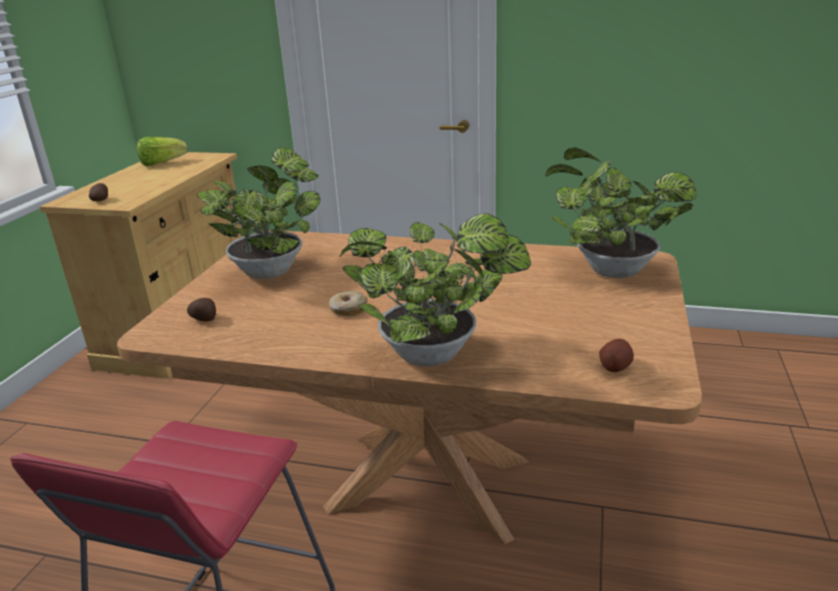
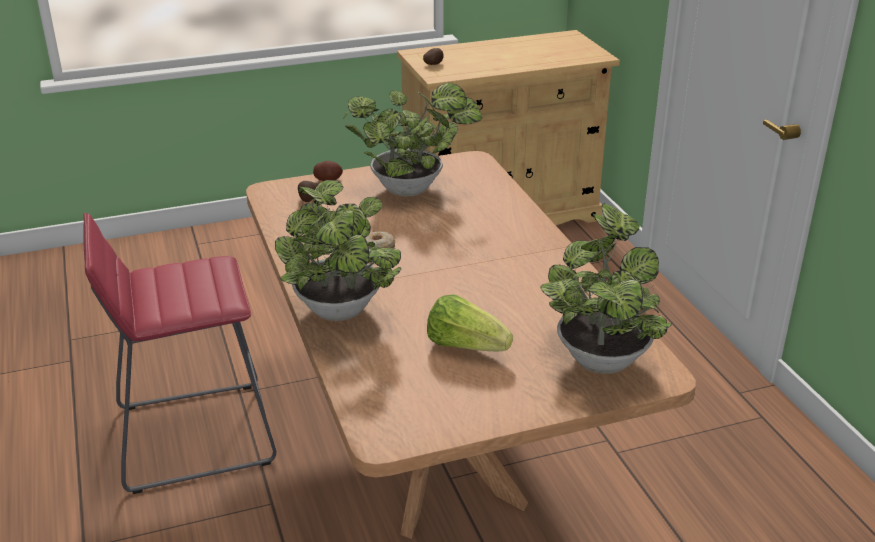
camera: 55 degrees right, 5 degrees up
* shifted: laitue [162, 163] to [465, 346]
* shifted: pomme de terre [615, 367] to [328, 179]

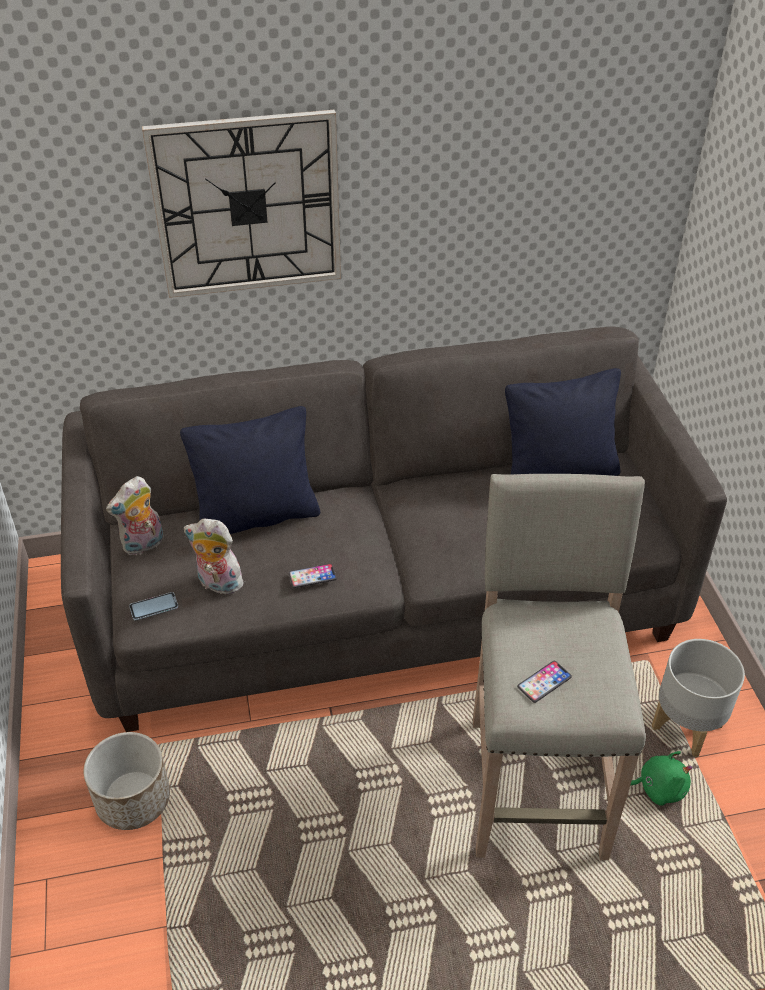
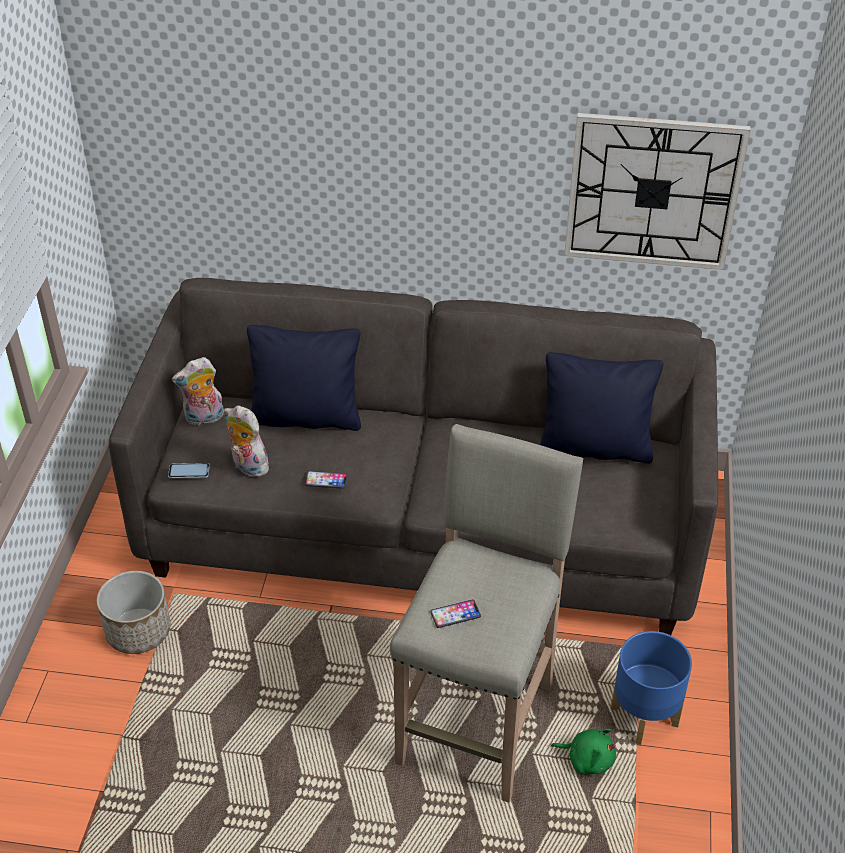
camera: 20 degrees right, 0 degrees up
* shifted: horloge murale [247, 205] to [653, 191]
* repainted: cache-pot [gris] [686, 726] to cache-pot [bleu] [645, 716]

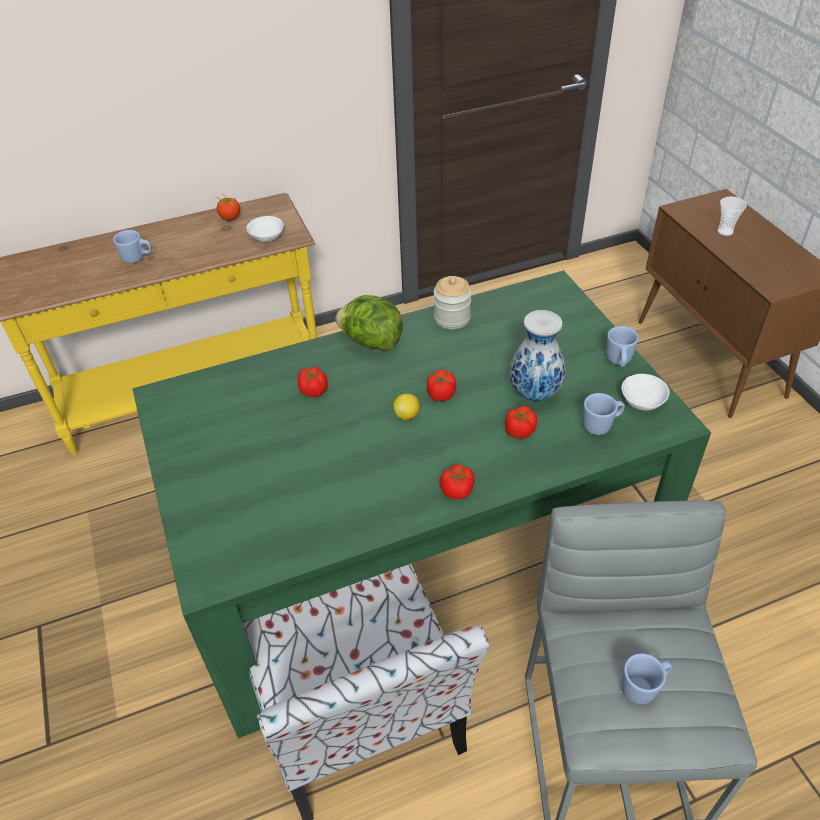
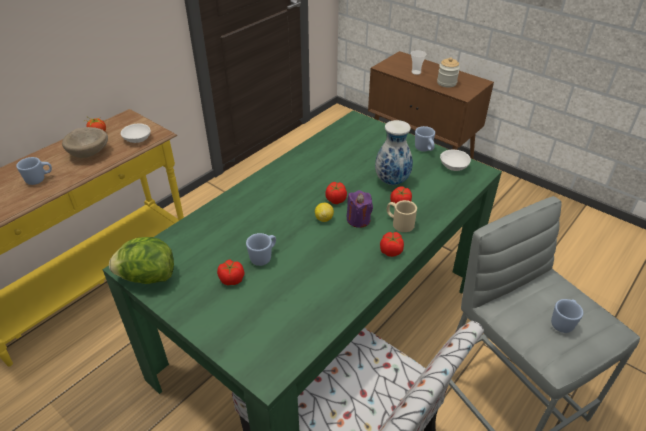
camera: 30 degrees left, 5 degrees down
* shifted: bocal [452, 318] to [446, 83]
* shifted: laitue [371, 342] to [147, 277]
* shifted: tomate [313, 390] to [231, 279]
* shifted: mug [bleu] [601, 425] to [264, 257]
* new: bol [beige] [90, 153]
* new: bougie [violet] [358, 220]
* new: mug [beige] [399, 222]

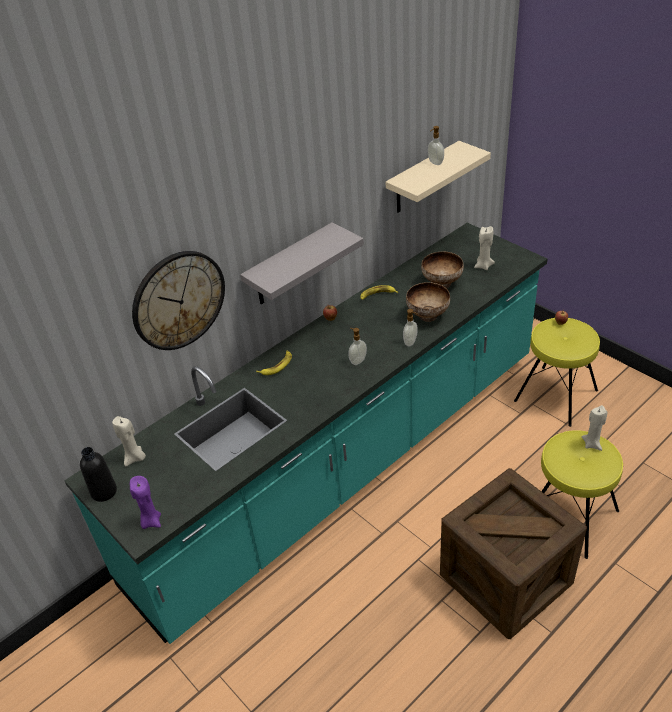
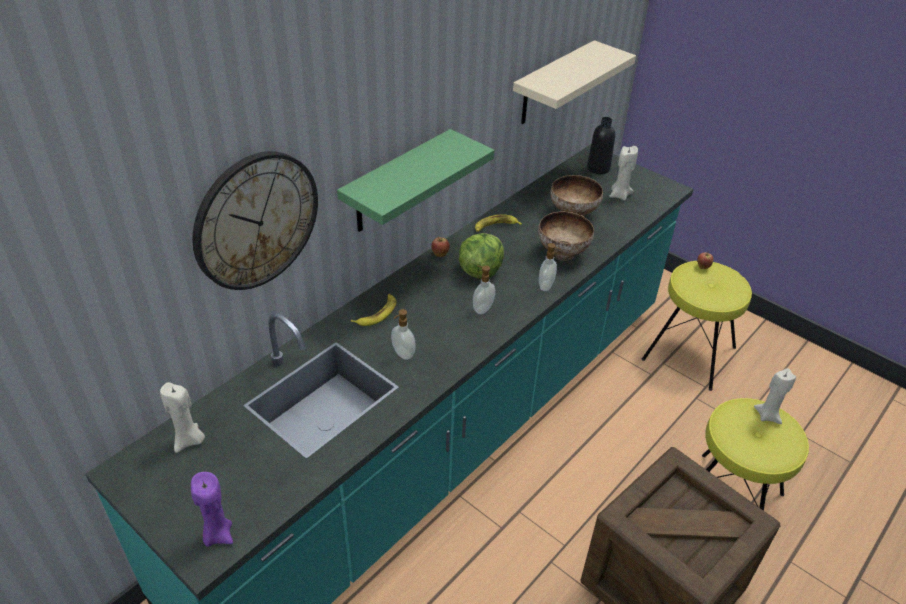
camera: 10 degrees left, 0 degrees up
* shifted: distributeur de savon [435, 163] to [402, 354]
* repainted: étagère [gris] [290, 266] to étagère [vert] [397, 183]
* shifted: bouteille [noir] [104, 491] to [598, 168]
* new: laitue [480, 270]

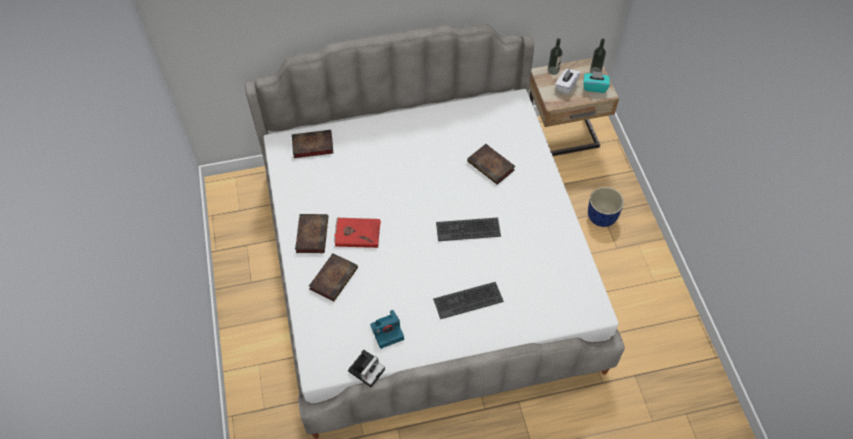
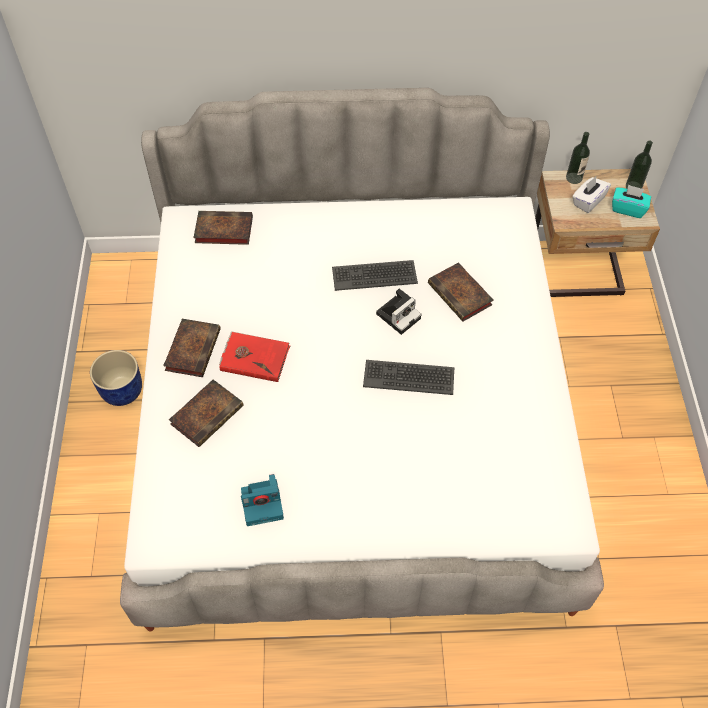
camera: 10 degrees right, 0 degrees up
* shifted: cache-pot [bleu] [601, 217] to [121, 391]
* shifted: clavier [468, 300] to [374, 275]
* shifted: appareil photo [367, 369] to [399, 315]

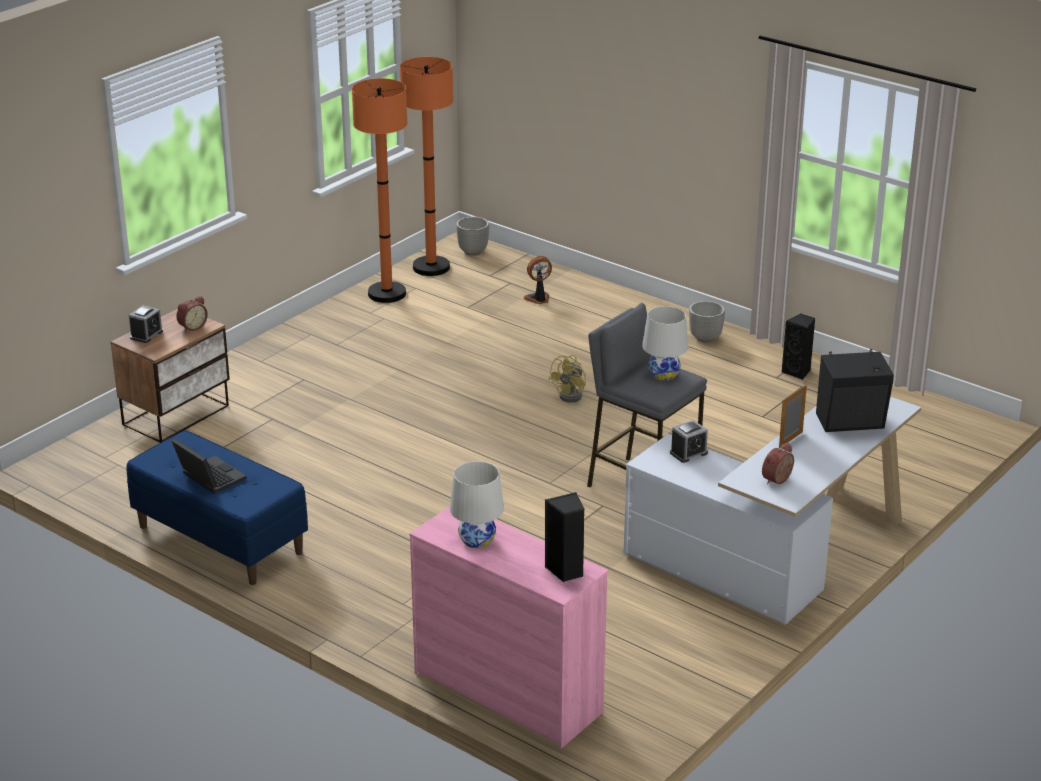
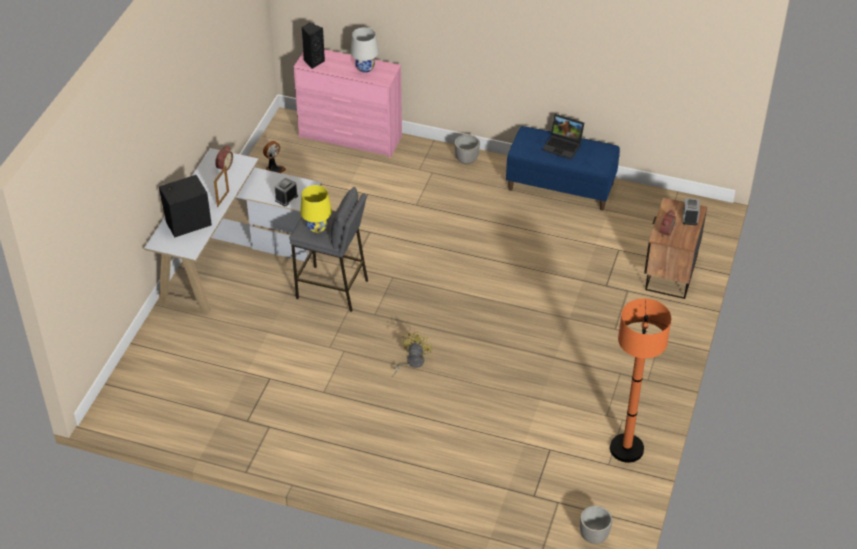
camera: 160 degrees right, 15 degrees up
* gone: lampadaire [orange] [431, 267]
* shifted: ventilateur [538, 299] to [274, 170]
* shifted: cache-pot [705, 338] to [467, 160]
* repainted: lampe de table [blanc] [664, 374] to lampe de table [jaune] [317, 228]
* gone: enceinte [noir] [797, 372]

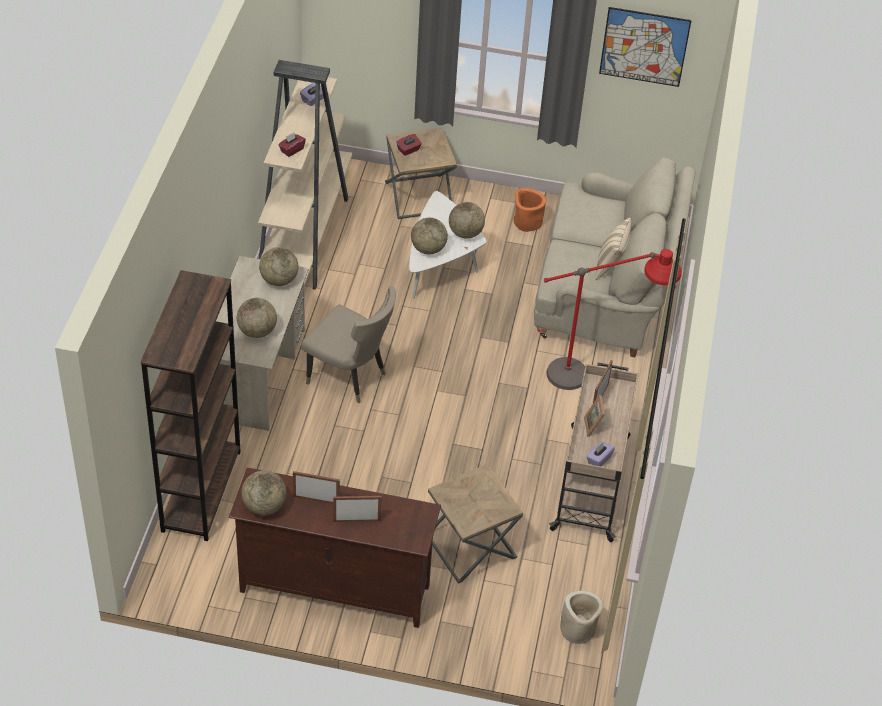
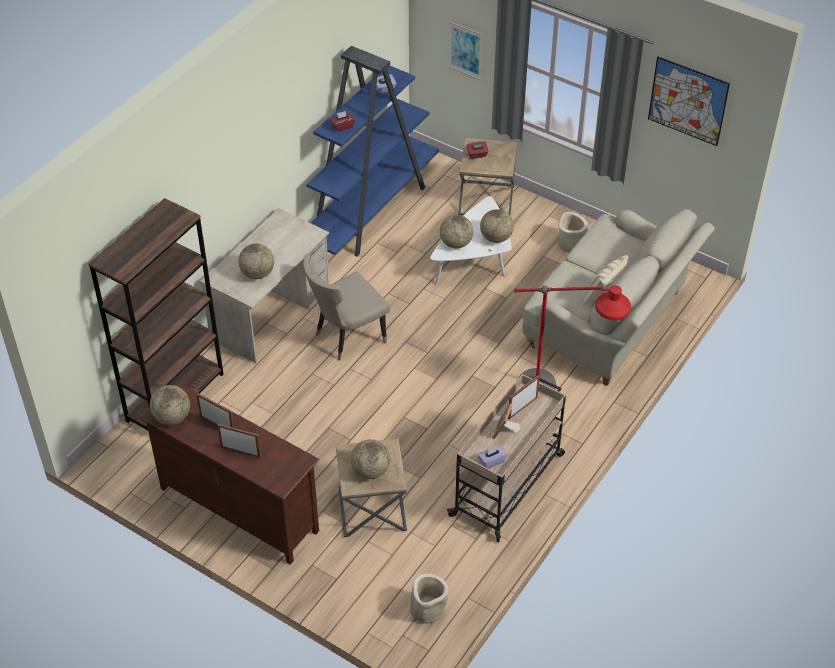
camera: 25 degrees right, 0 degrees up
* repainted: bibliothèque [beige] [303, 236] to bibliothèque [bleu] [371, 210]
* repainted: cache-pot [orange] [526, 222] to cache-pot [beige] [570, 244]
* shifted: globe [279, 280] to [370, 471]
* rotated: chaise [beige] [350, 377] = [346, 337] 90 degrees clockwise
* new: tableau [465, 50]

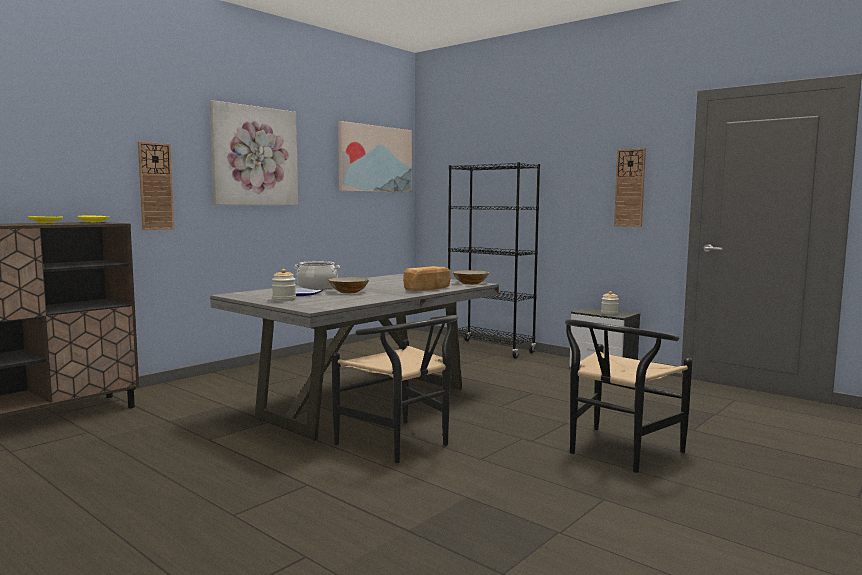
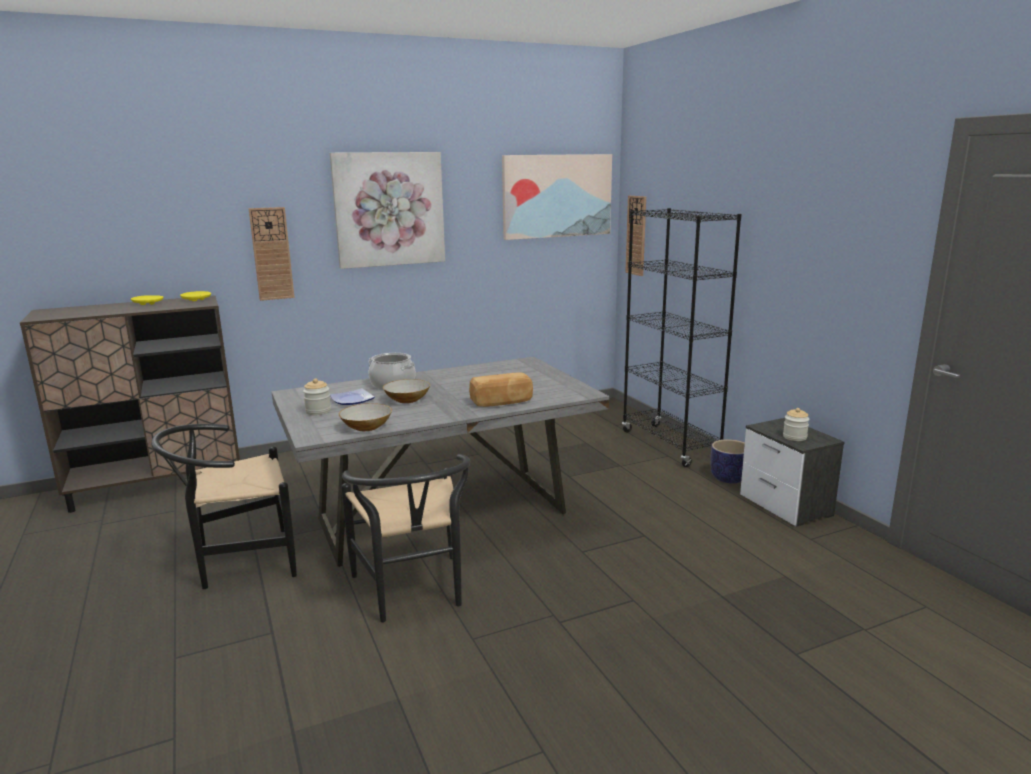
camera: 25 degrees right, 10 degrees up
* shifted: horloge murale [629, 188] to [636, 235]
* shifted: bol [470, 283] to [366, 427]
* shifted: chaise [noir] [617, 452] to [238, 562]
* new: cache-pot [729, 478]

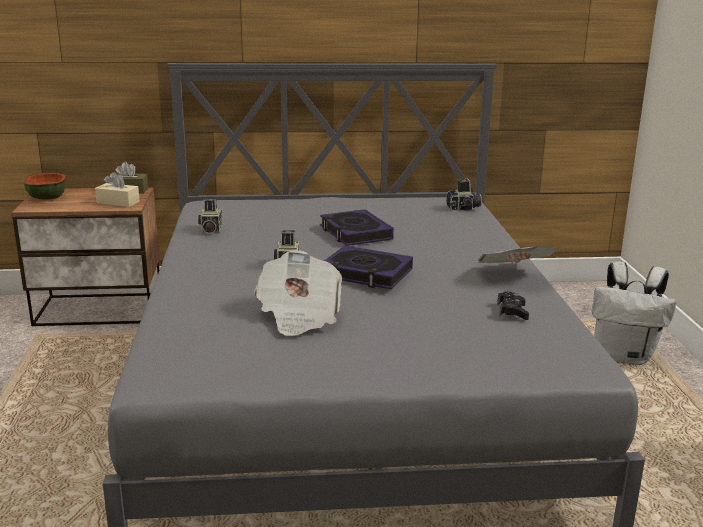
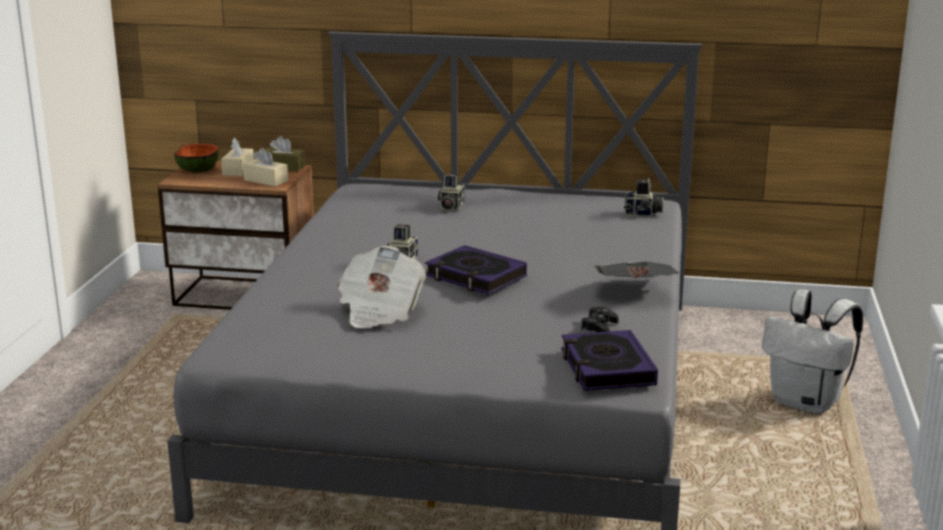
camera: 15 degrees right, 0 degrees up
* shifted: appareil photo [210, 230] to [450, 207]
* shifted: livre [355, 233] to [607, 368]
* new: boîte à mouchoirs [beige] [238, 170]

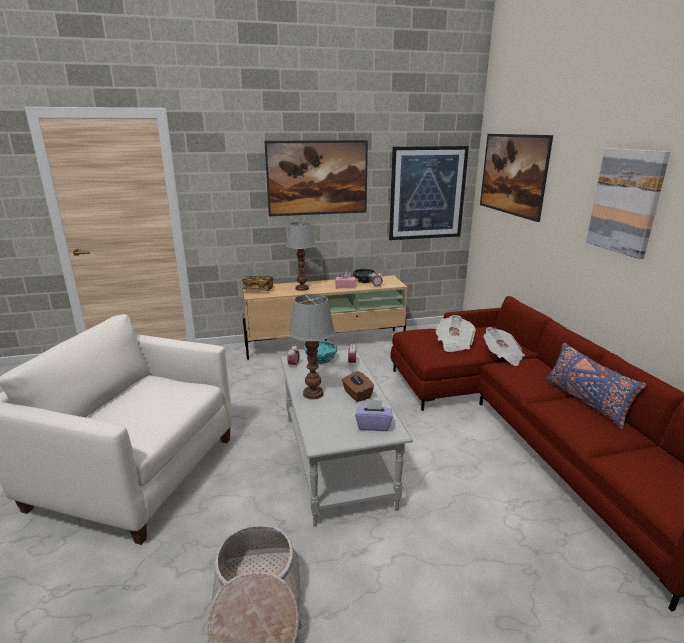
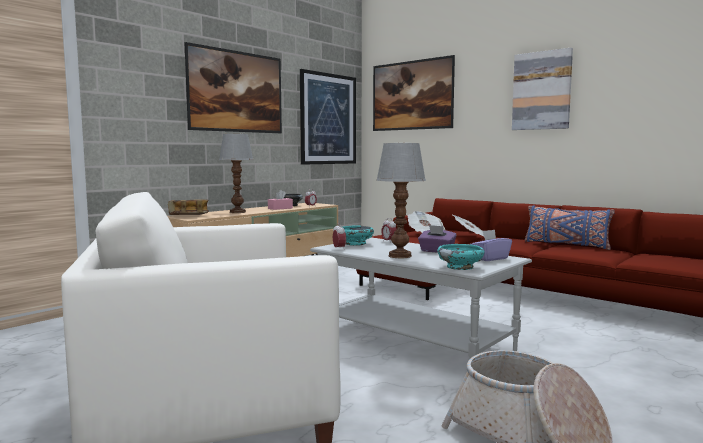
camera: 35 degrees left, 15 degrees down
* repainted: boîte à mouchoirs [marron] [357, 394] to boîte à mouchoirs [violet] [436, 251]
* new: bol [turquoise] [460, 267]

